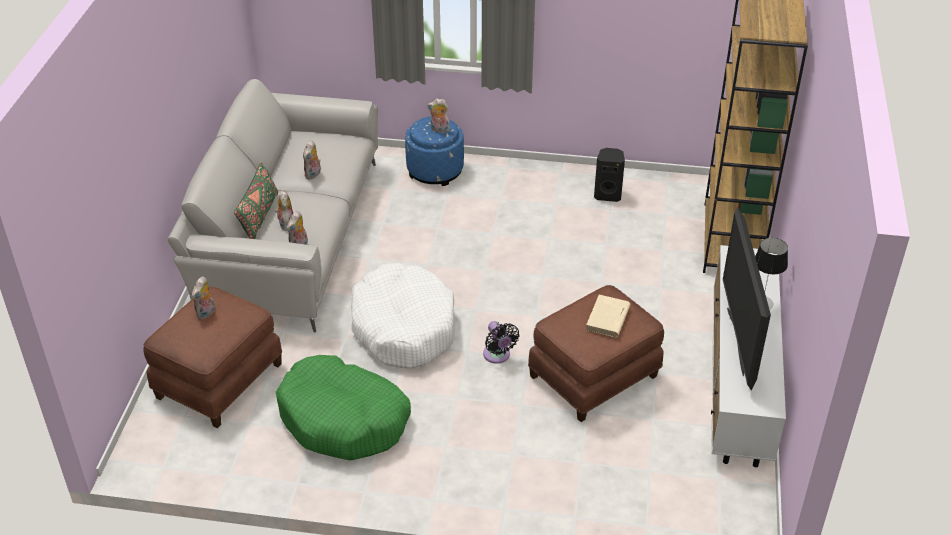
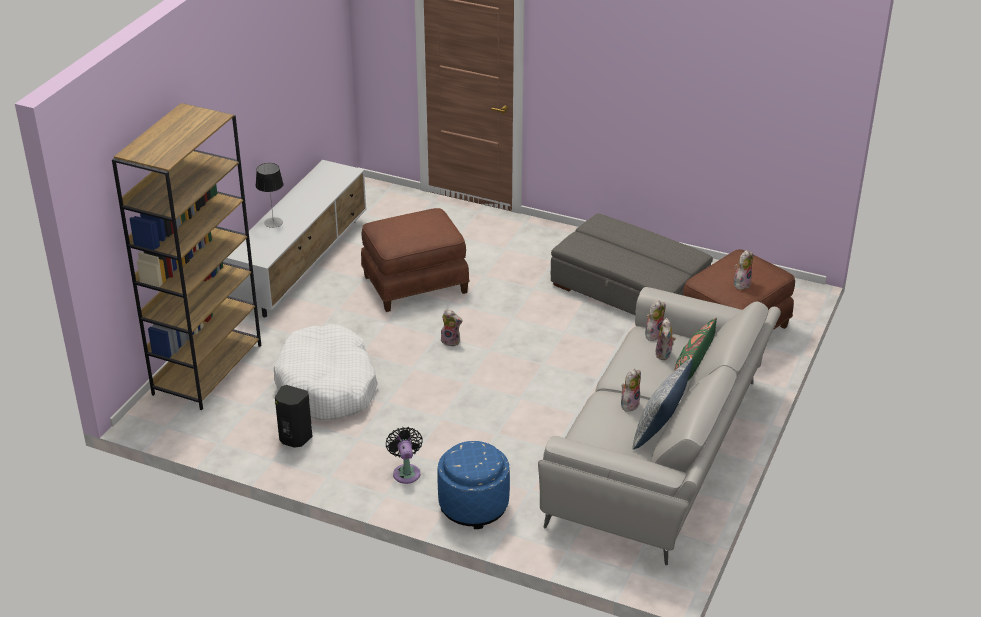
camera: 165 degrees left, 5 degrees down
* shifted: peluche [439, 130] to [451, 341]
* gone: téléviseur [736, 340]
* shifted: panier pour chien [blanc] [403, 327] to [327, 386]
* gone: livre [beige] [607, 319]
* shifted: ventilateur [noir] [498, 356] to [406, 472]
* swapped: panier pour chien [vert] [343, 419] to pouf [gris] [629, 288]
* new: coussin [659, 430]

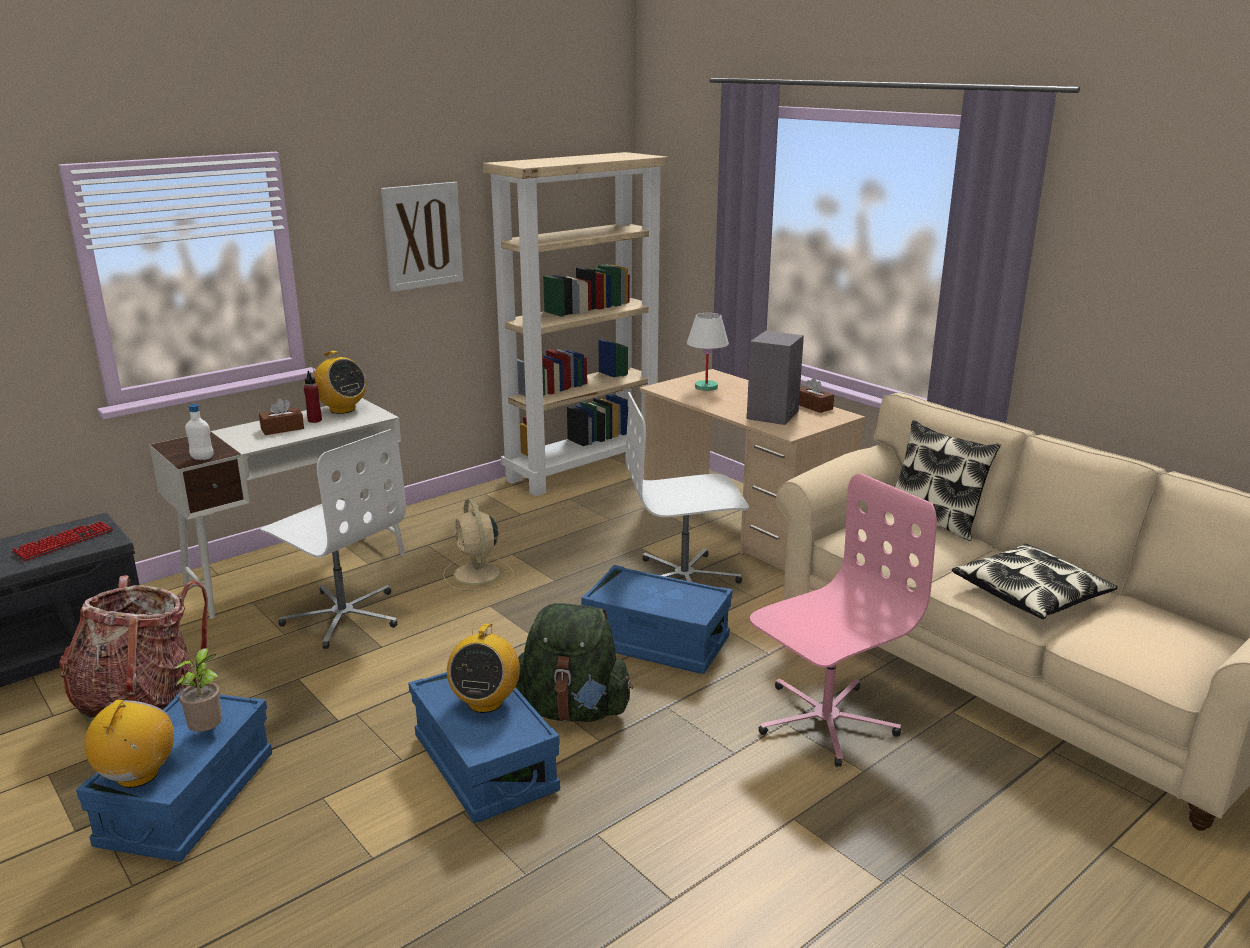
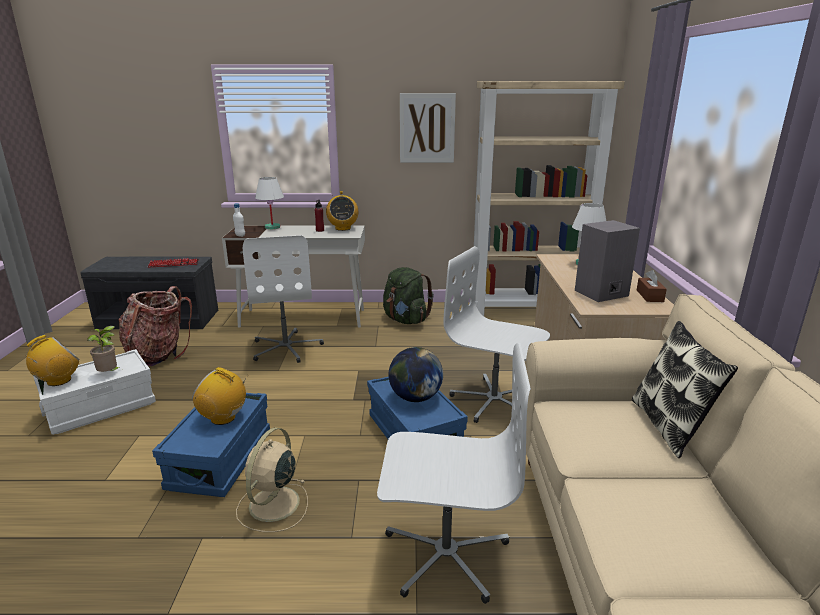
camera: 40 degrees right, 0 degrees up
* gone: boîte à mouchoirs [marron] [282, 429]
* repainted: chaise de bureau [rose] [824, 721] to chaise de bureau [blanc] [445, 553]
* shifted: ventilateur [beige] [477, 574] to [273, 505]
* gone: coussin [1030, 594]
* shifted: sac à dos [vert] [573, 710] to [405, 320]
* rotated: radio [485, 702] = [223, 418] 60 degrees clockwise
* repainted: boîte de rangement [bleu] [188, 800] to boîte de rangement [blanc] [101, 407]
* new: lampe de table [blanc] [272, 227]
* new: globe [415, 398]

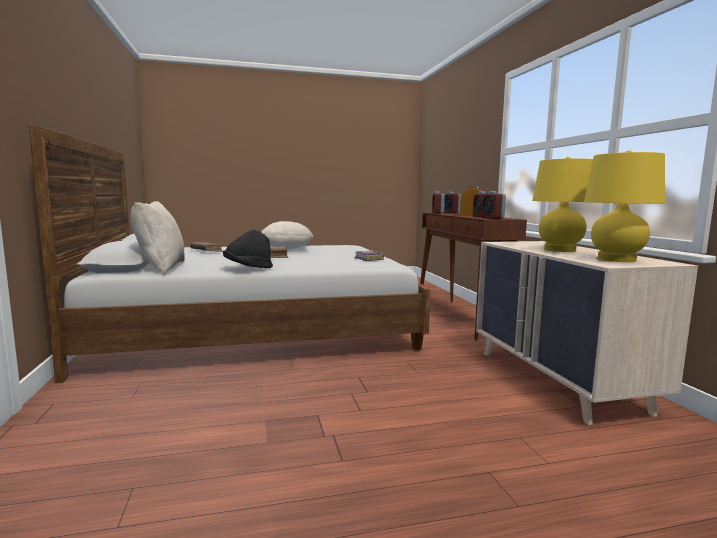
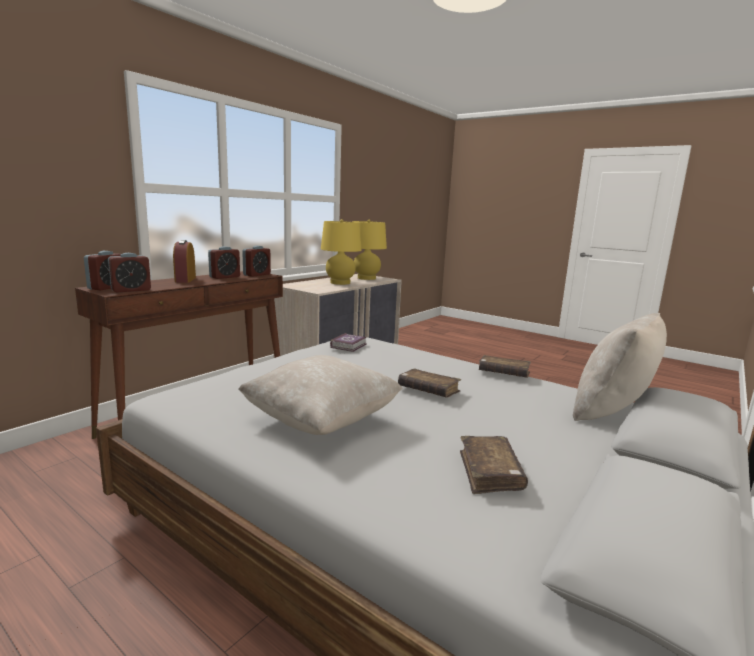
camera: 130 degrees left, 5 degrees up
* swapped: chapeau [noir] [248, 268] to livre [marron] [503, 373]

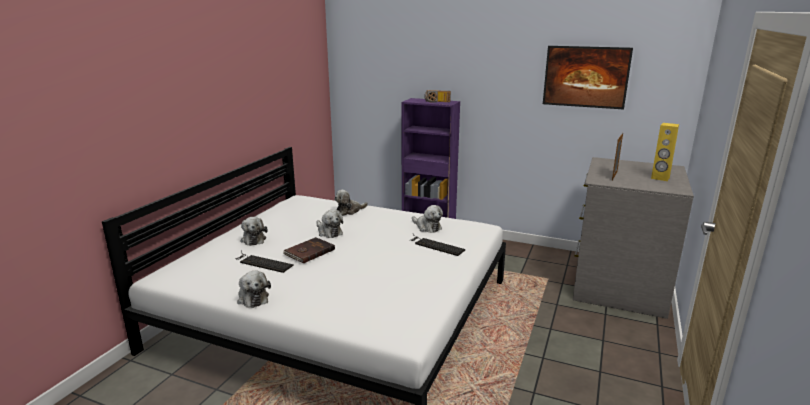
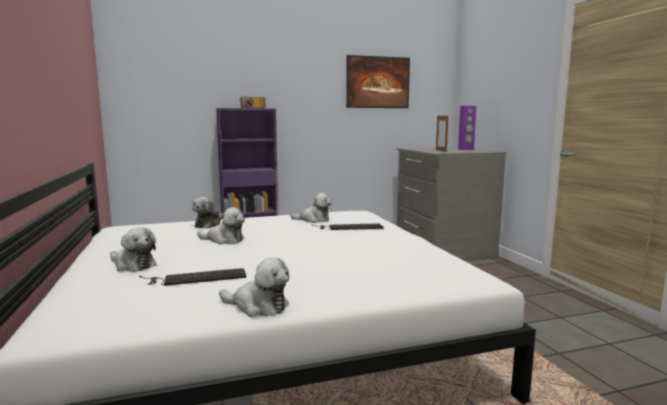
camera: 40 degrees left, 10 degrees down
* repainted: enceinte [jaune] [660, 178] to enceinte [violet] [466, 149]
* gone: livre [marron] [309, 252]

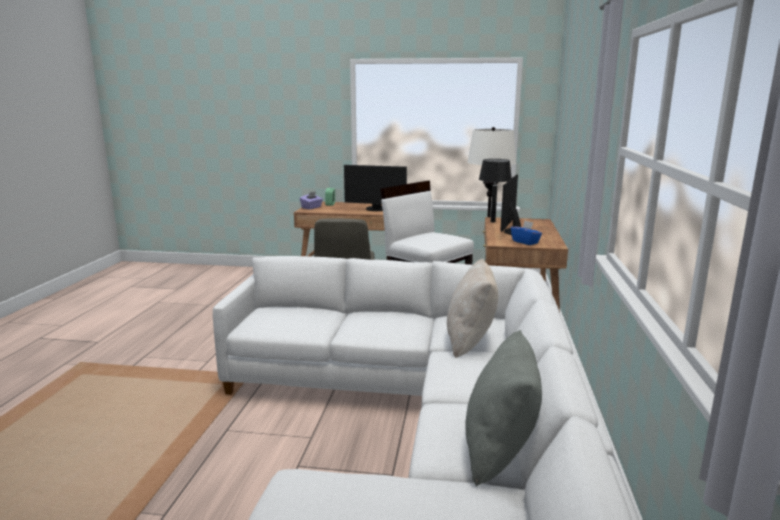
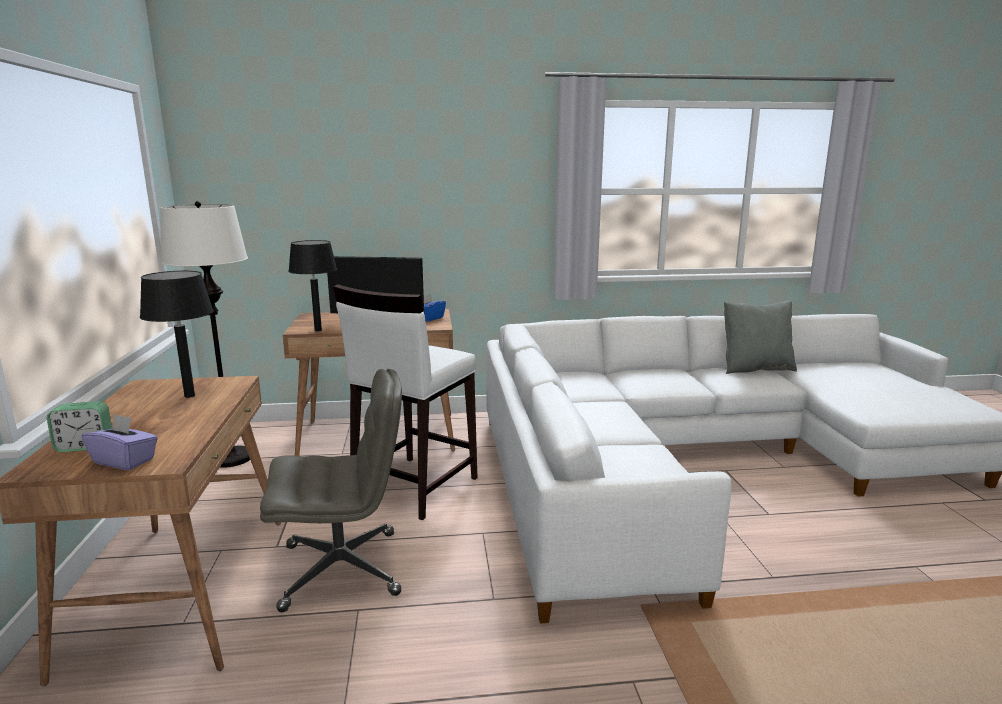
camera: 105 degrees left, 0 degrees up
* swapped: écran d'ordinateur [376, 209] to lampe de table [noir] [189, 395]
* gone: coussin [beige] [470, 341]

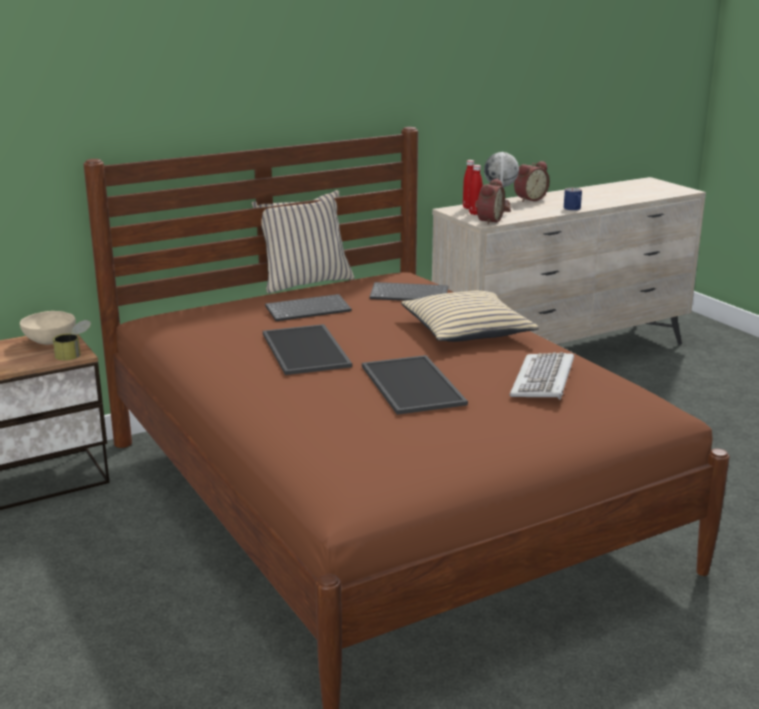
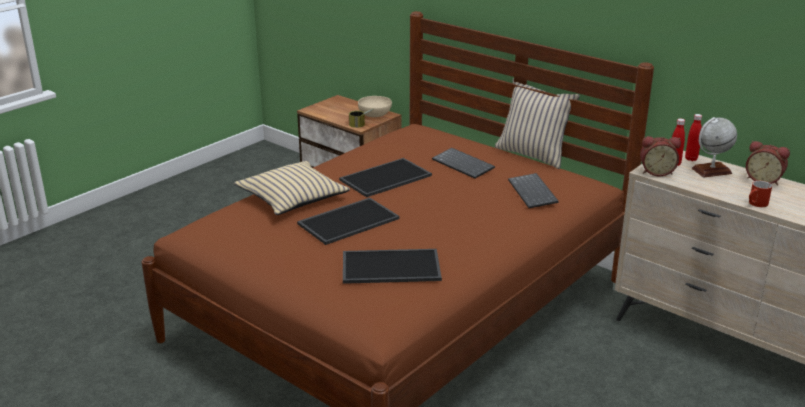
camera: 70 degrees right, 5 degrees up
* repainted: mug [bleu] [574, 209] to mug [rouge] [756, 204]
* shifted: coussin [beige] [467, 330] to [293, 197]
* swapped: clavier [544, 380] to plateau [390, 268]

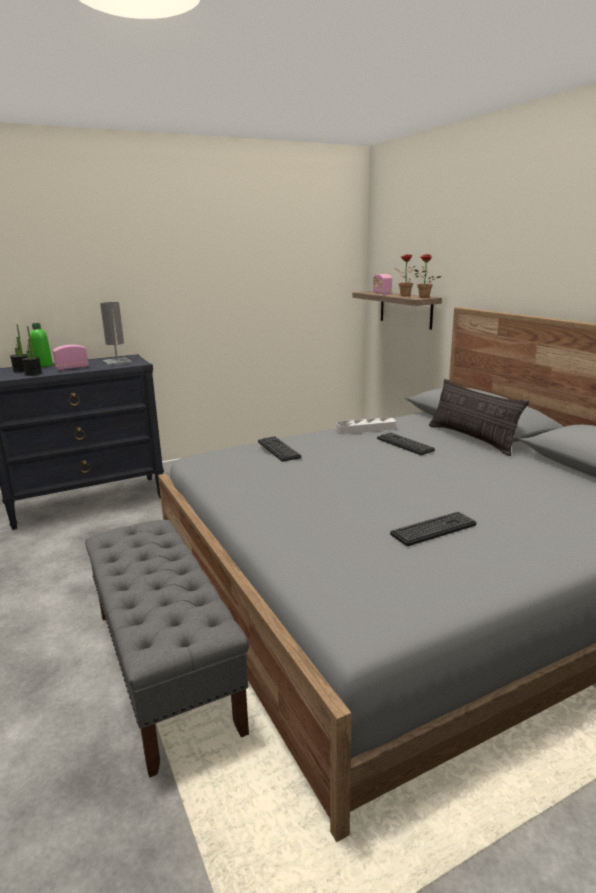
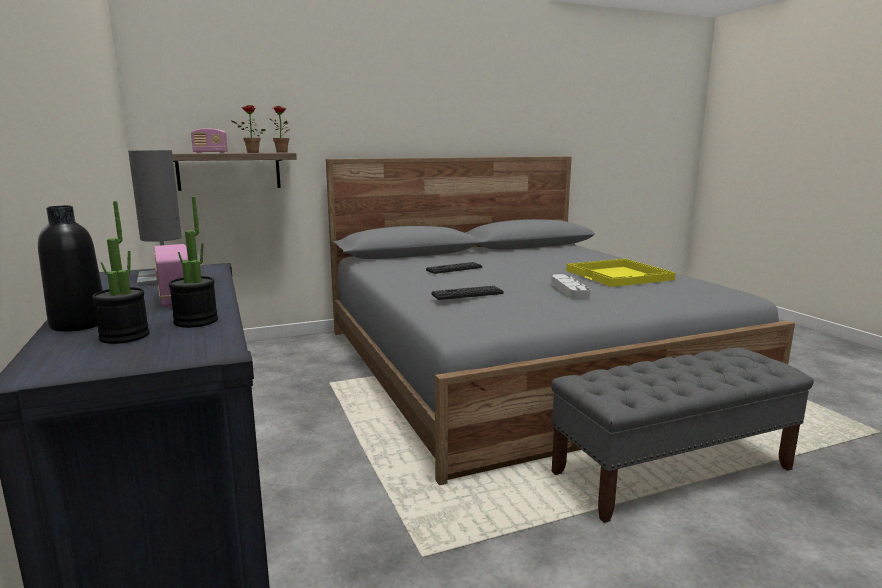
camera: 85 degrees left, 5 degrees down
* repainted: bouteille [vert] [43, 365] to bouteille [noir] [79, 324]
* gone: coussin [472, 438]
* shifted: plateau [gris] [366, 429] to [569, 290]
* swapped: clavier [433, 529] to plateau [jaune] [619, 275]

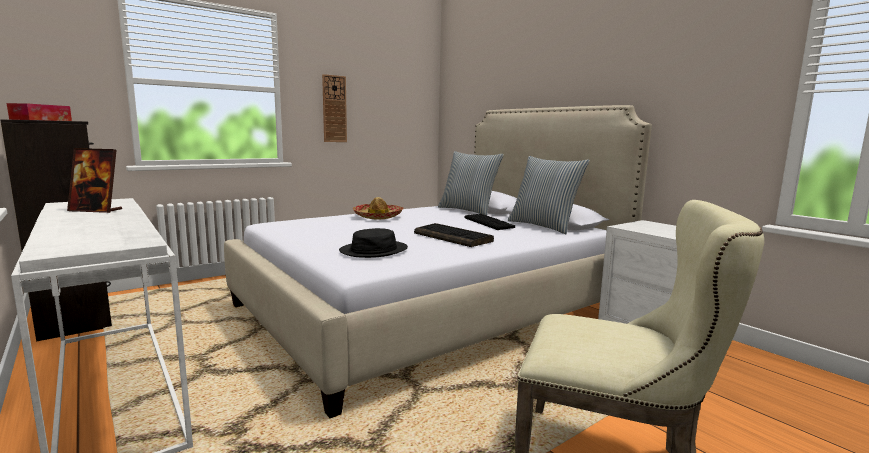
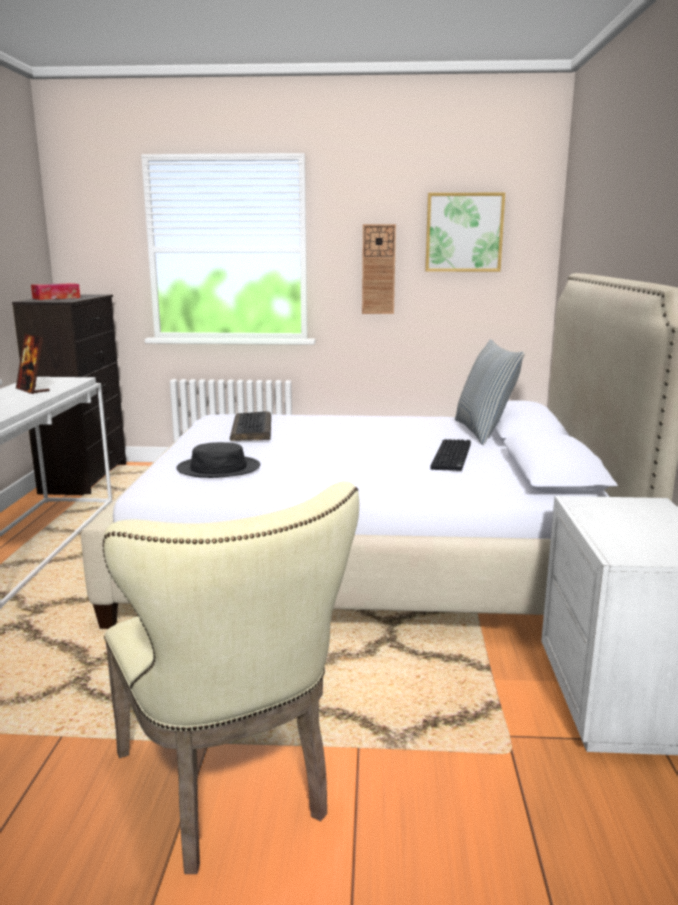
camera: 40 degrees right, 5 degrees up
* gone: coussin [543, 226]
* gone: chapeau [378, 216]
* shifted: clavier [453, 237] to [252, 429]
* new: tableau [464, 232]

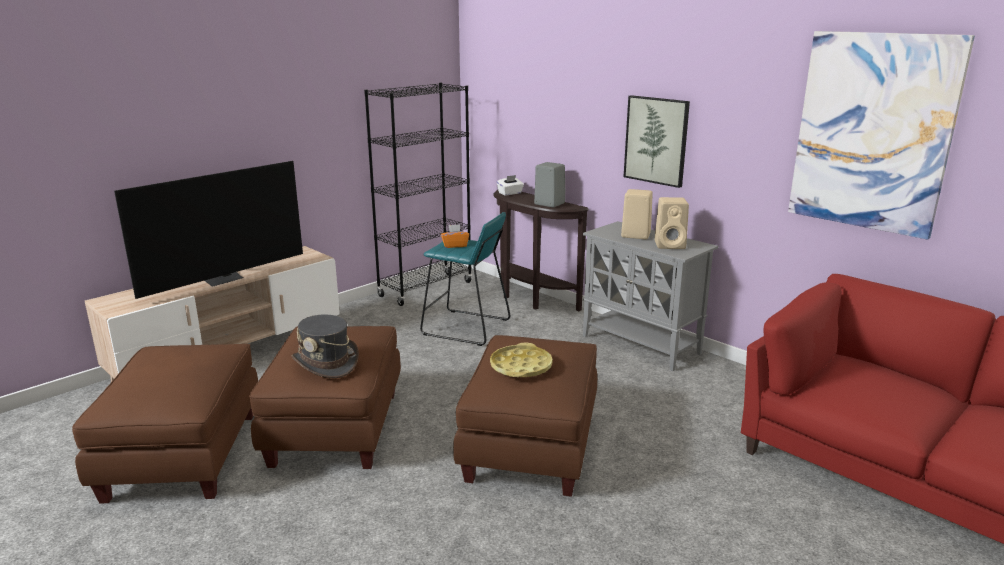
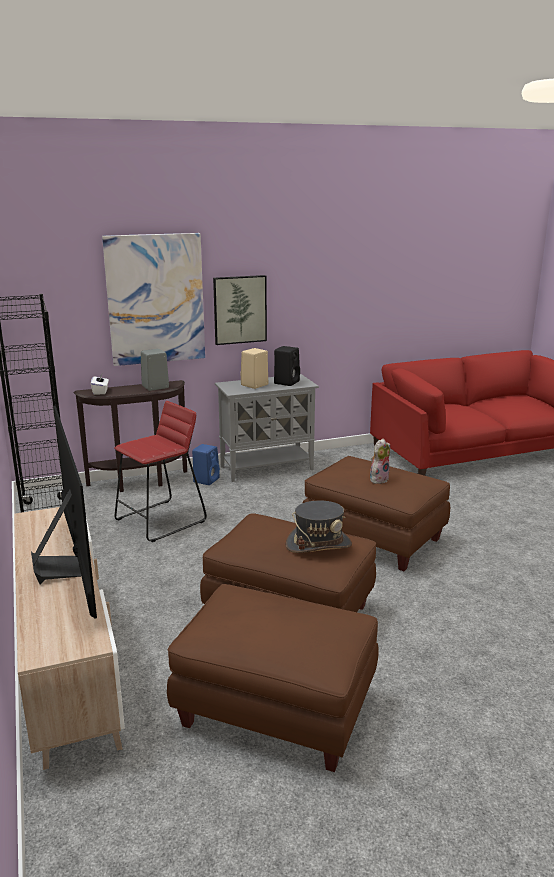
camera: 65 degrees left, 0 degrees up
* shifted: tableau [872, 132] to [155, 299]
* repainted: enceinte [beige] [671, 245] to enceinte [noir] [287, 382]
* repainted: tabouret [turquoise] [466, 327] to tabouret [rouge] [161, 520]
* gone: boîte à mouchoirs [orange] [455, 245]
* swapped: plateau [jaune] [521, 367] to peluche [378, 479]
* new: enceinte [bleu] [206, 480]

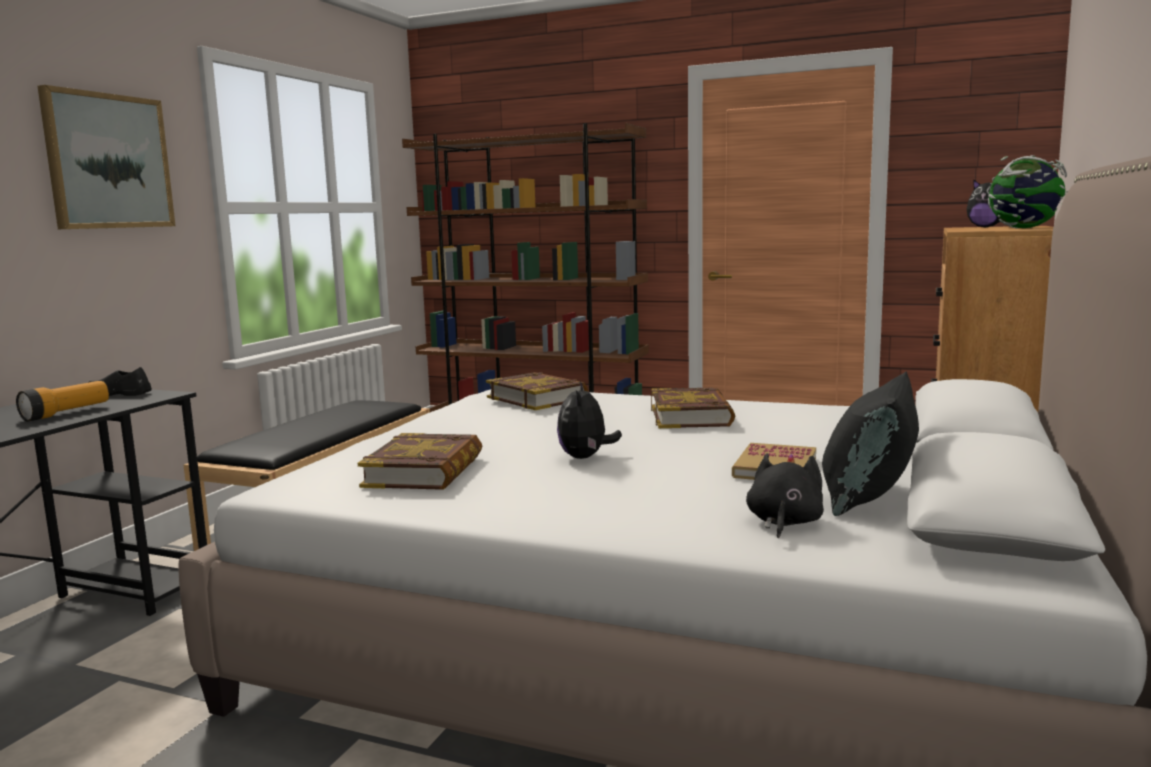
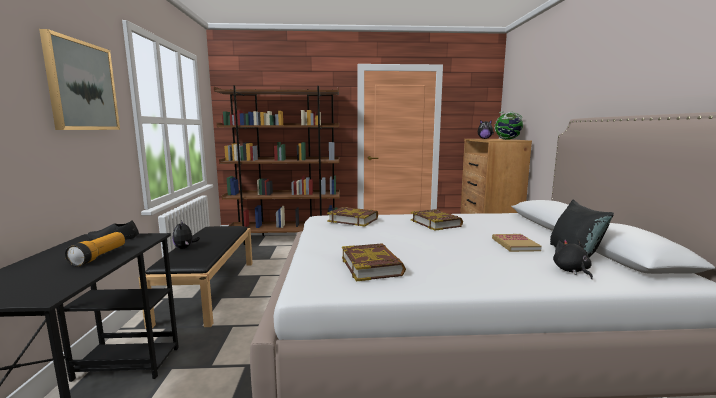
camera: 25 degrees left, 0 degrees up
* shifted: peluche [585, 457] to [185, 248]

